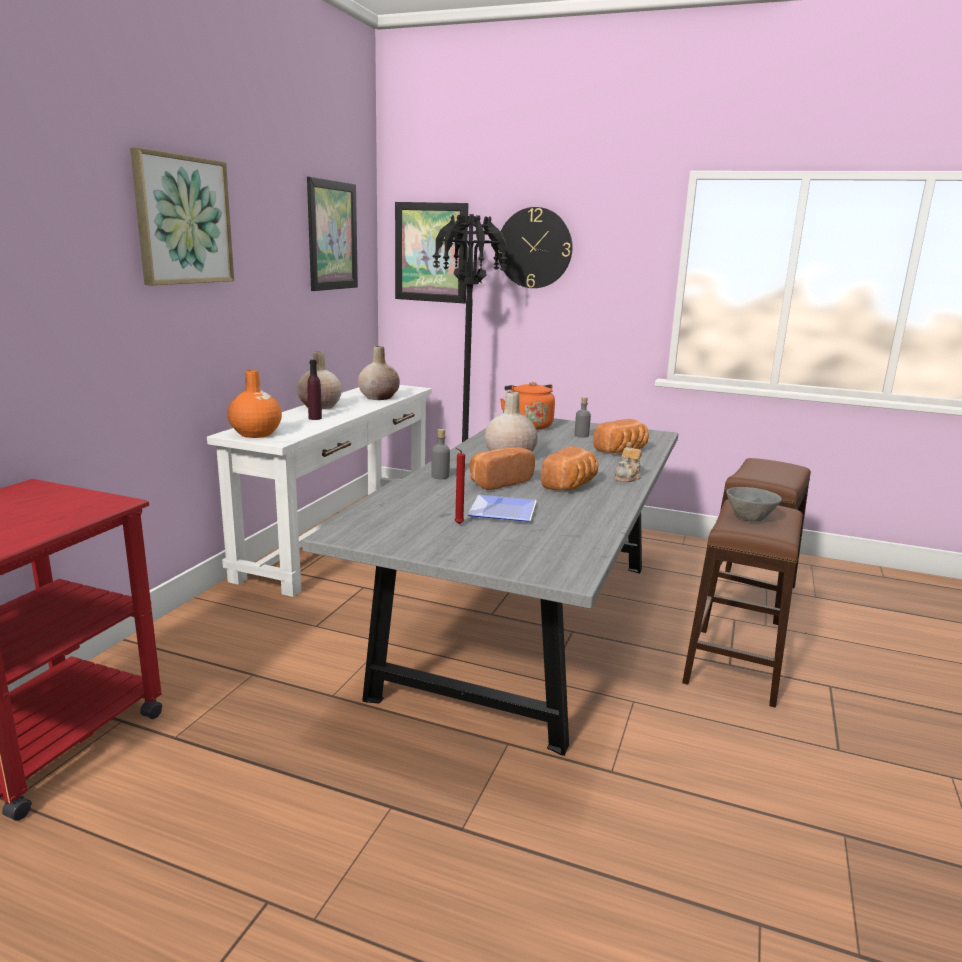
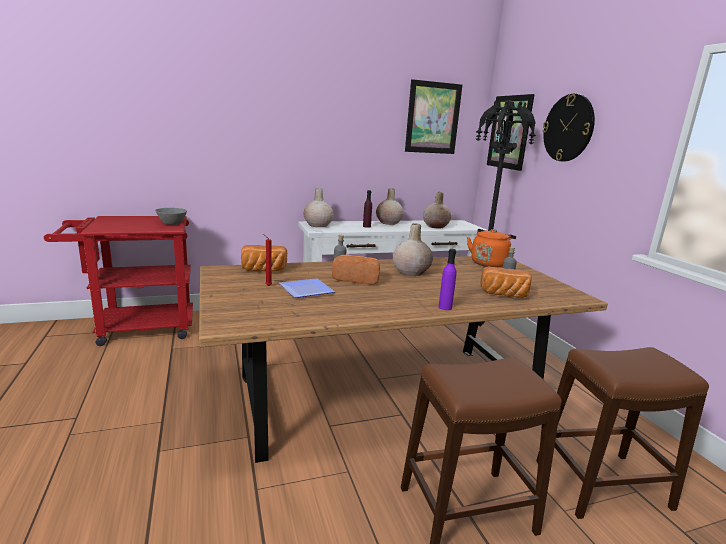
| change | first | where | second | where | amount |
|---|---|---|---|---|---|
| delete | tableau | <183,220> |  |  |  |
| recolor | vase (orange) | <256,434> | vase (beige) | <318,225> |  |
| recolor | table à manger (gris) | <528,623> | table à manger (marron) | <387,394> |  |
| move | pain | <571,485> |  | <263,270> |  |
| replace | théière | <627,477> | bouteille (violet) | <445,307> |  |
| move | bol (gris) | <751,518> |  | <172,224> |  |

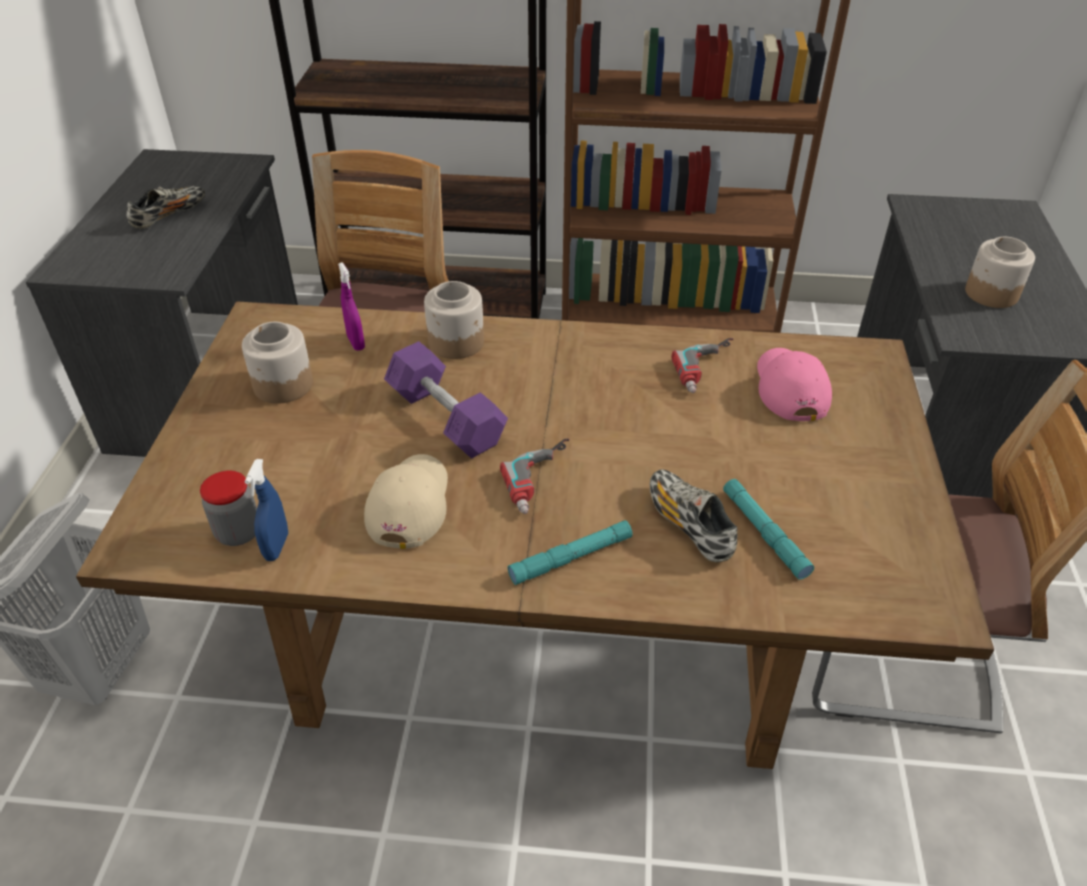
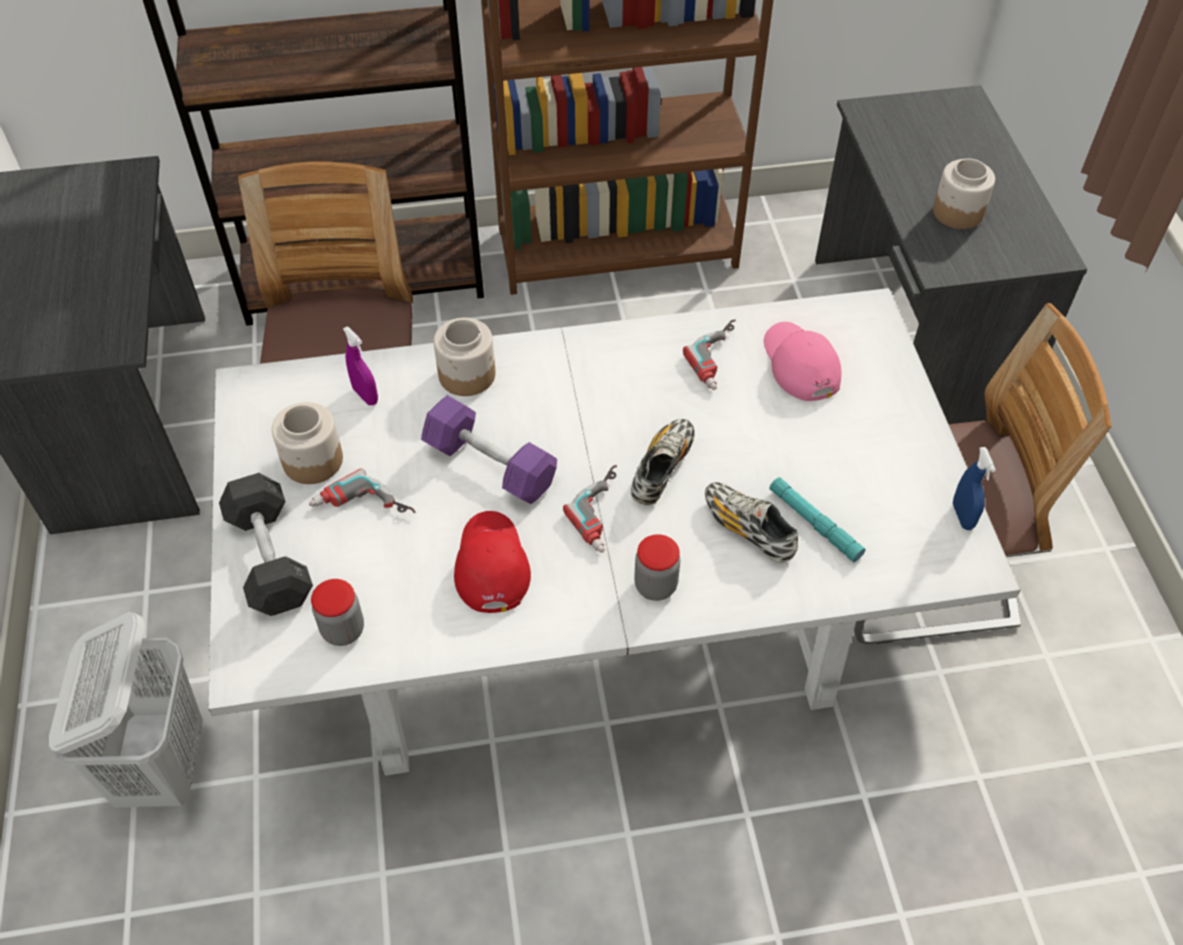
| change | first | where | second | where | amount |
|---|---|---|---|---|---|
| recolor | table à manger (marron) | <540,631> | table à manger (blanc) | <588,626> |  |
| move | chaussure | <169,215> |  | <662,469> |  |
| move | vaporisateur (bleu) | <276,547> |  | <962,516> |  |
| recolor | casquette (beige) | <409,504> | casquette (rouge) | <490,564> |  |
| replace | lampe de poche (turquoise) | <571,558> | bocal | <655,585> |  |
| insert |  |  | haltère (gris) | <270,558> |  |
| insert |  |  | perceuse | <362,511> |  |

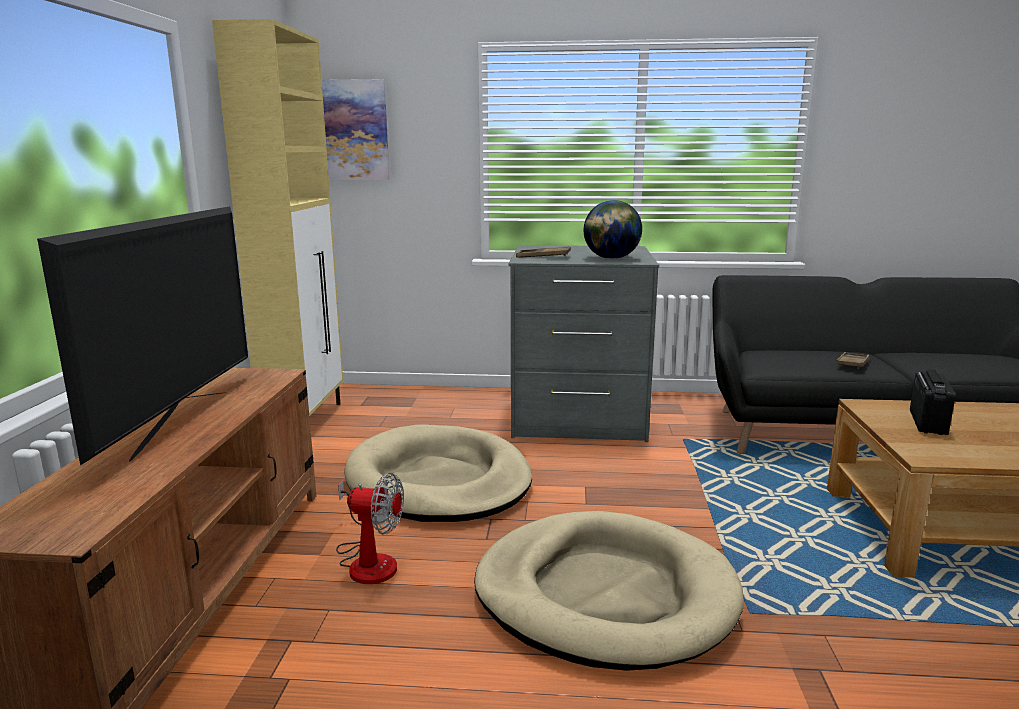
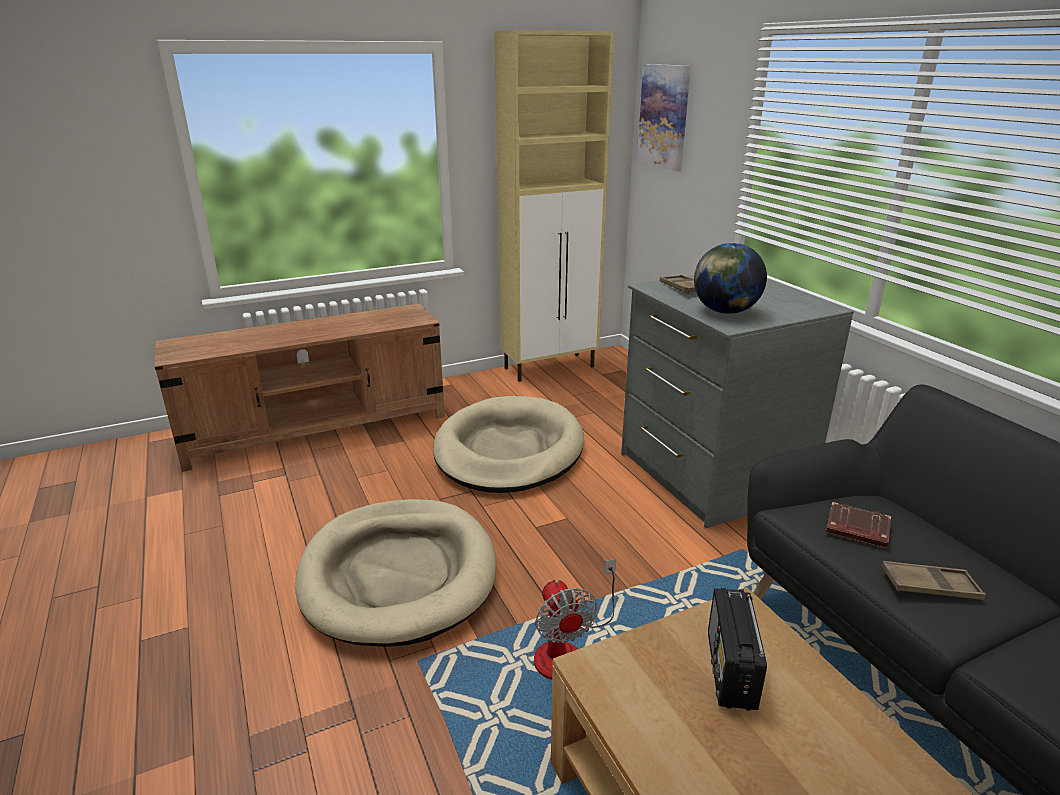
| change | first | where | second | where | amount |
|---|---|---|---|---|---|
| delete | téléviseur | <181,422> |  |  |  |
| move | ventilateur | <368,560> |  | <568,649> |  |
| rotate | radio | <927,422> |  | <730,671> | 105 degrees clockwise |
| insert |  |  | livre (marron) | <856,530> |  |

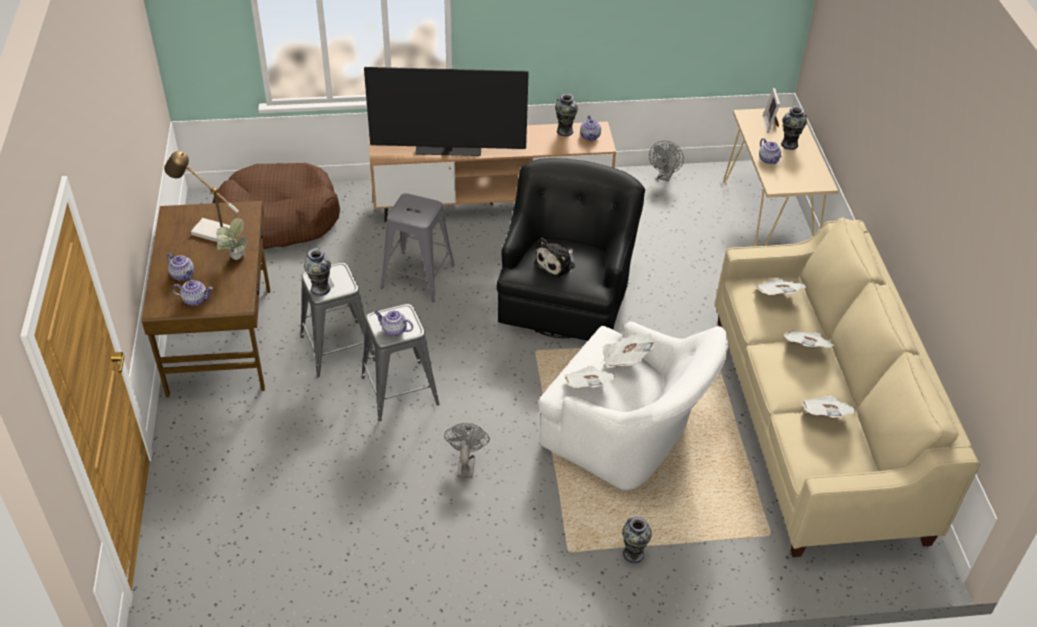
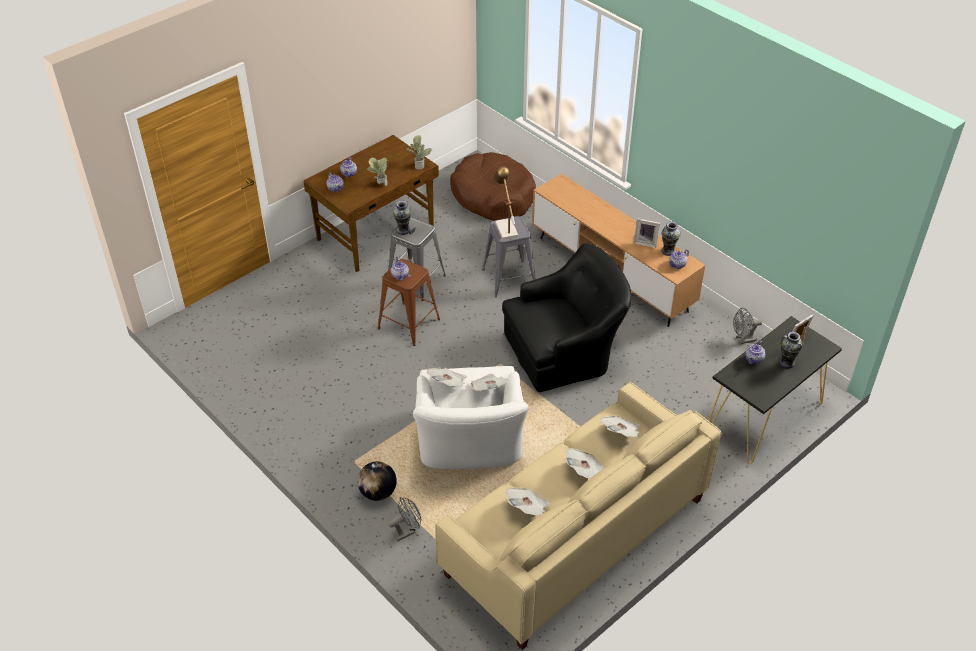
| change | first | where | second | where | amount |
|---|---|---|---|---|---|
| move | lampe de table | <208,231> |  | <505,227> |  |
| recolor | tabouret (gris) | <400,390> | tabouret (marron) | <409,324> |  |
| delete | téléviseur | <448,151> |  |  |  |
| move | ventilateur (gris) | <466,464> |  | <406,531> |  |
| delete | peluche | <557,264> |  |  |  |
| replace | vase | <633,554> | globe | <378,493> |  |
| recolor | table console (beige) | <768,219> | table console (noir) | <763,417> |  |
| insert |  |  | plante en pot | <419,165> |  |
| insert |  |  | cadre photo | <645,242> |  |

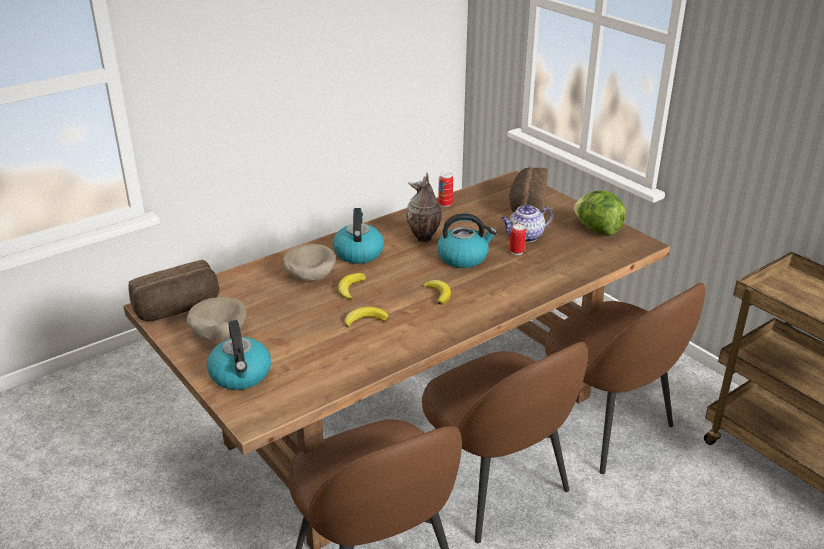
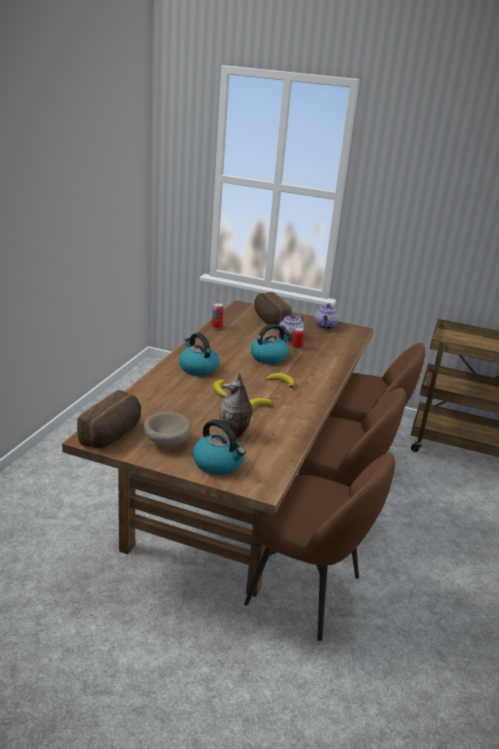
| change | first | where | second | where | amount |
|---|---|---|---|---|---|
| delete | bol (beige) | <309,277> |  |  |  |
| move | vase | <423,238> |  | <234,434> |  |
| replace | laitue | <597,230> | théière | <325,326> |  |

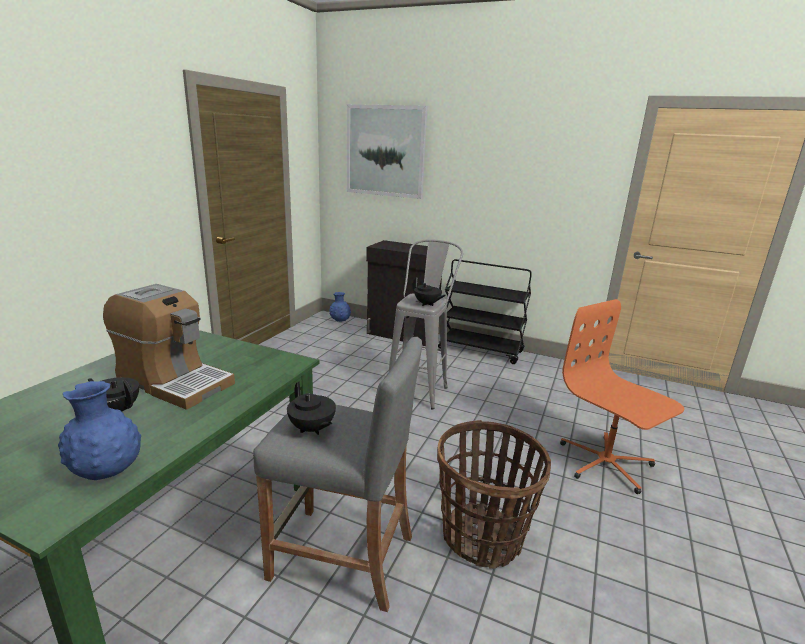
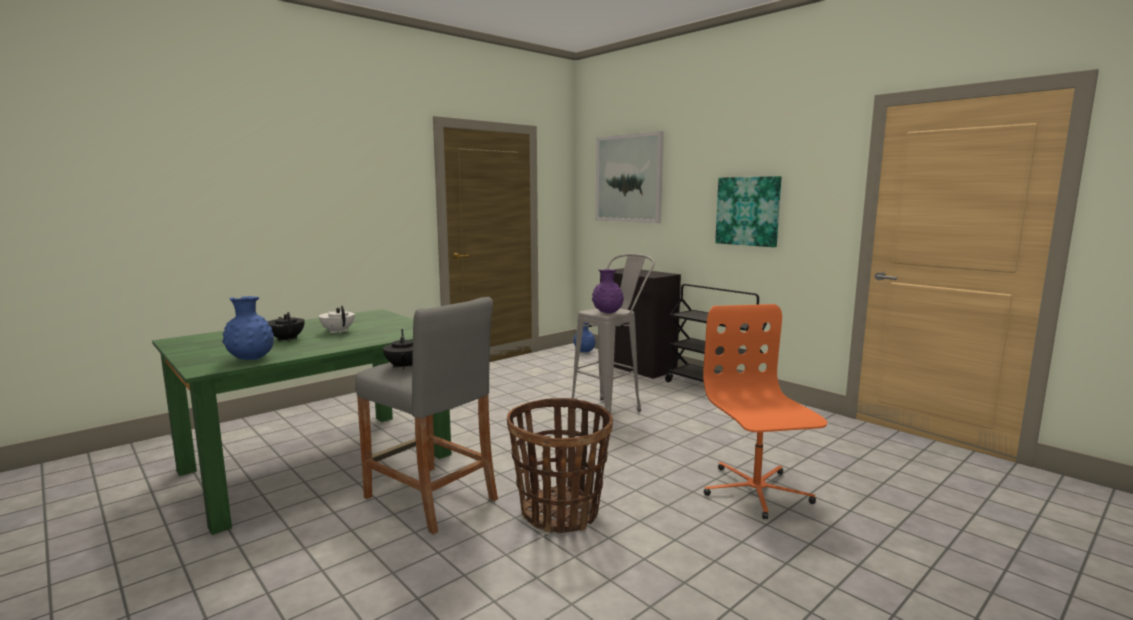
| change | first | where | second | where | amount |
|---|---|---|---|---|---|
| replace | machine à café | <174,382> | théière (blanc) | <338,331> |  |
| replace | théière (noir) | <427,304> | vase (violet) | <607,313> |  |
| insert |  |  | tableau | <748,211> |  |

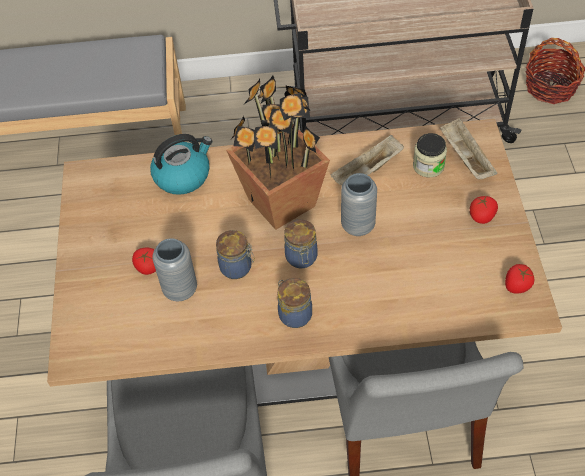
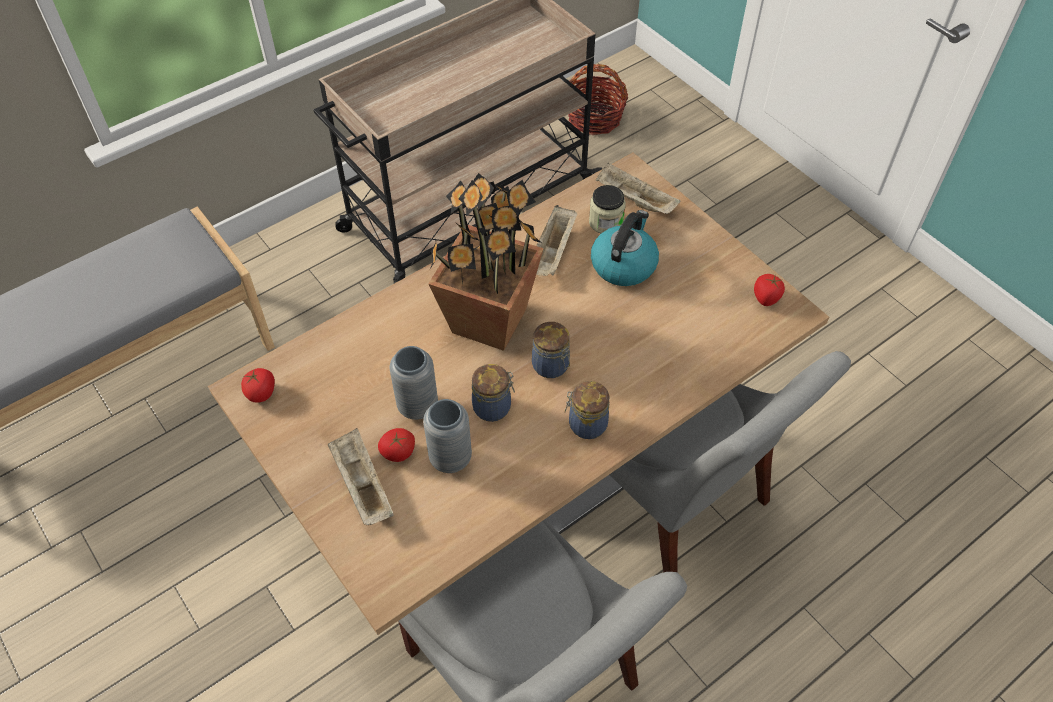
| change | first | where | second | where | amount |
|---|---|---|---|---|---|
| move | bouilloire | <183,175> |  | <623,264> |  |
| move | vase (gris) | <358,226> |  | <417,406> |  |
| move | tomate | <482,216> |  | <261,393> |  |
| insert |  |  | plateau (beige) | <362,485> |  |

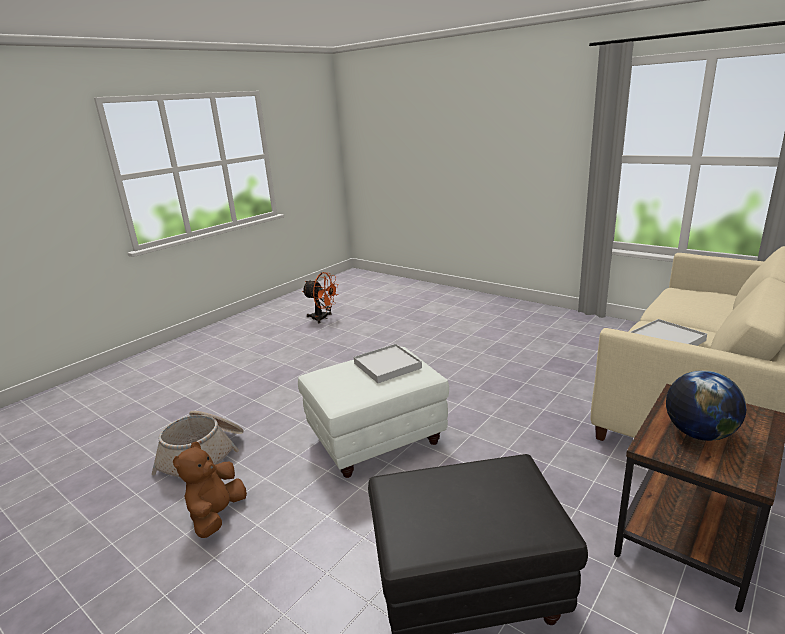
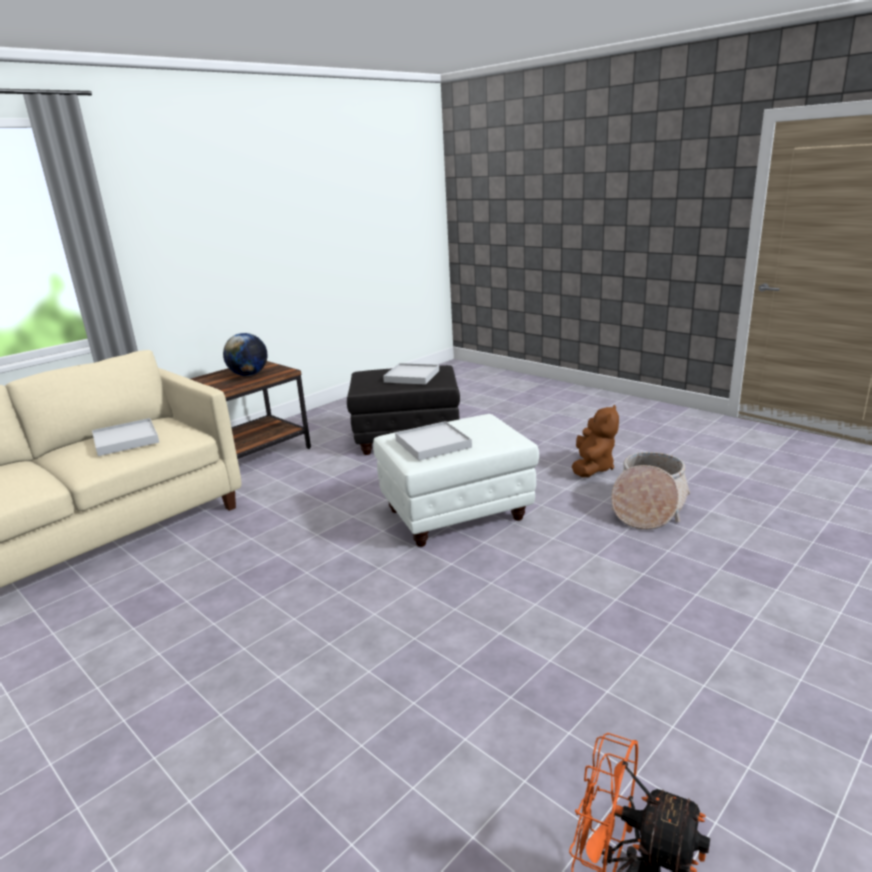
| change | first | where | second | where | amount |
|---|---|---|---|---|---|
| insert |  |  | plateau (blanc) | <411,376> |  |

